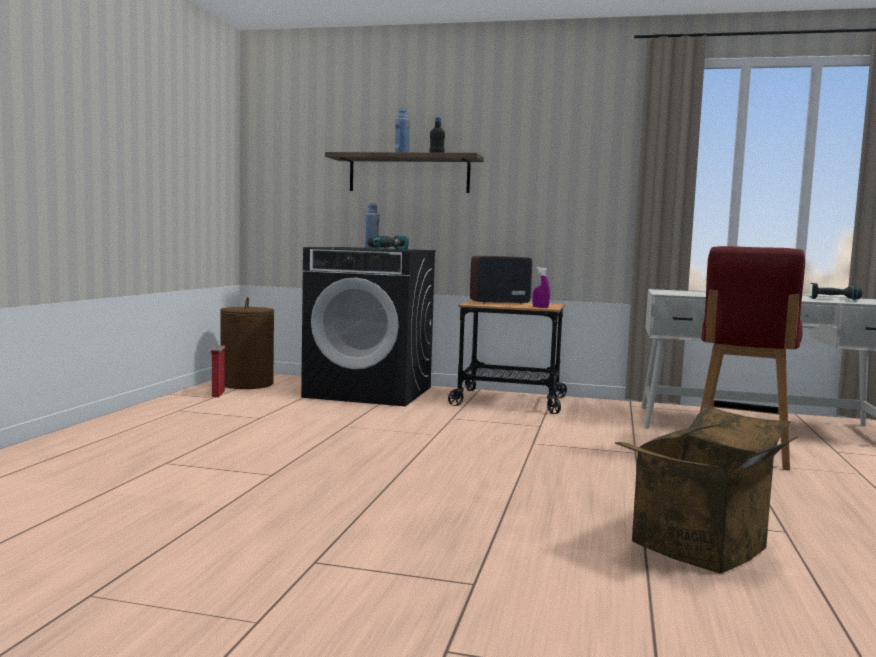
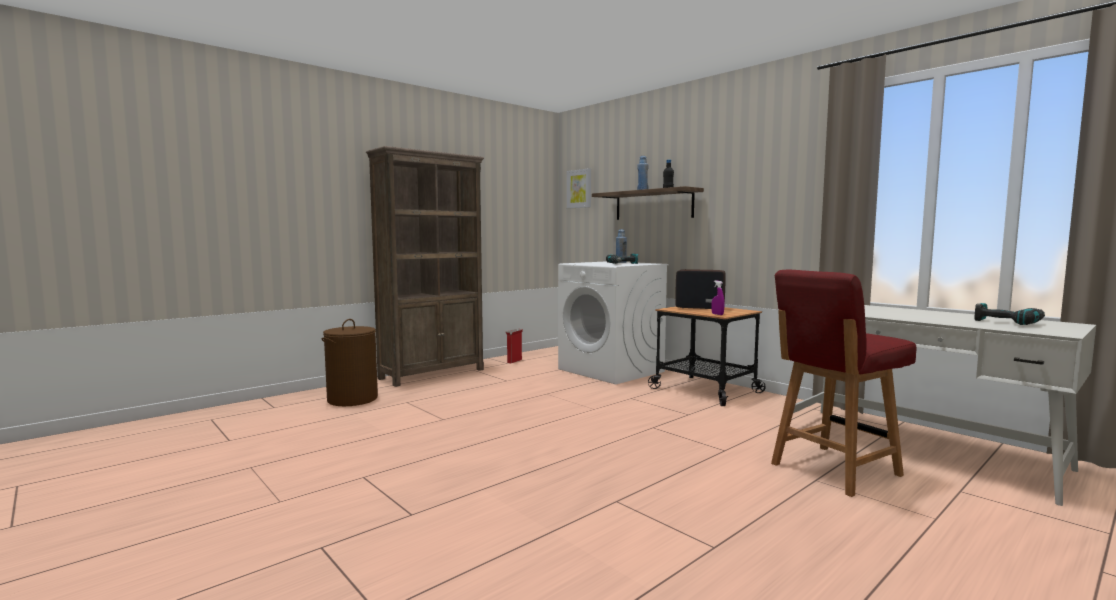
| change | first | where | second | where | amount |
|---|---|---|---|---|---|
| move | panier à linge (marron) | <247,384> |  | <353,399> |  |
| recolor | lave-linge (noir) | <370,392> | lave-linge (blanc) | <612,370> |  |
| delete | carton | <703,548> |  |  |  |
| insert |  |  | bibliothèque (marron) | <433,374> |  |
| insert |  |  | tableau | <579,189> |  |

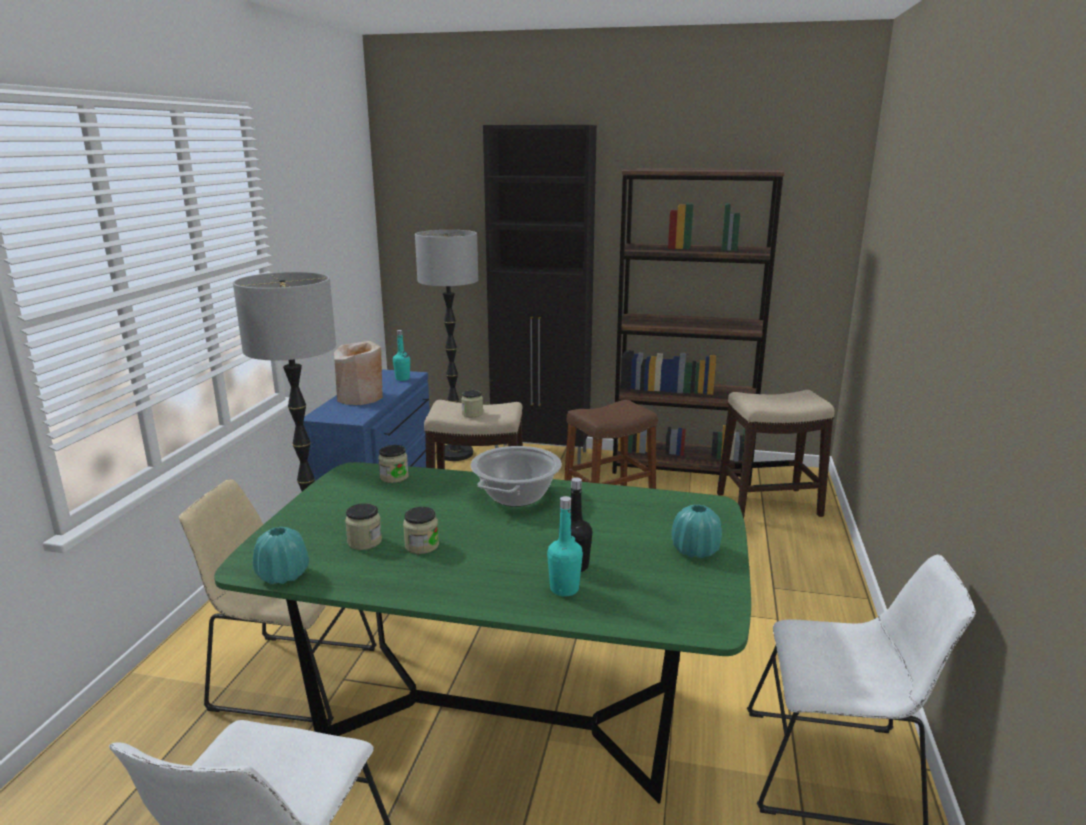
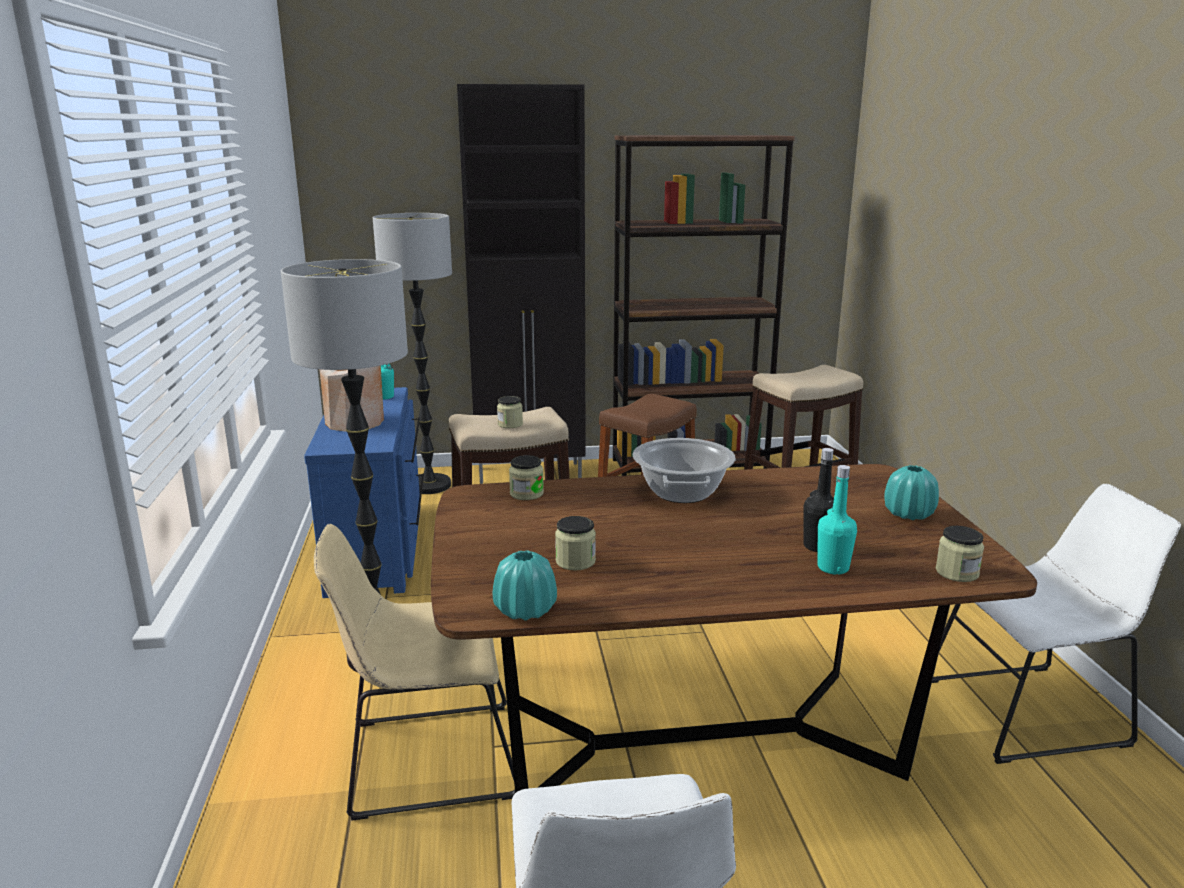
| change | first | where | second | where | amount |
|---|---|---|---|---|---|
| recolor | table à manger (vert) | <501,716> | table à manger (marron) | <697,740> |  |
| move | bocal | <422,545> |  | <957,572> |  |

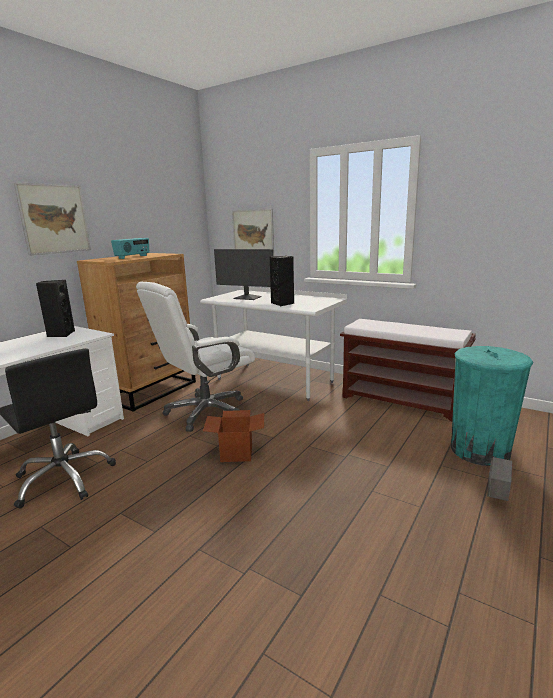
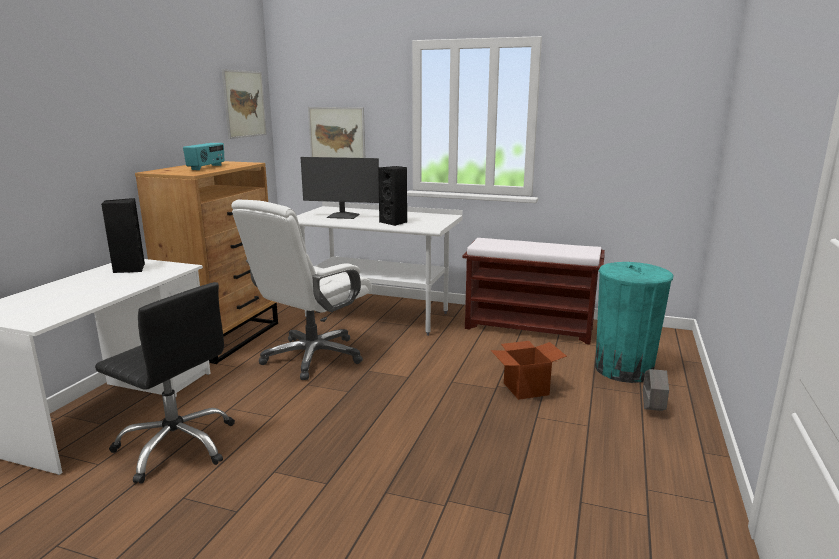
| change | first | where | second | where | amount |
|---|---|---|---|---|---|
| move | tableau | <54,219> |  | <244,104> |  |
| move | carton | <237,453> |  | <526,389> |  |

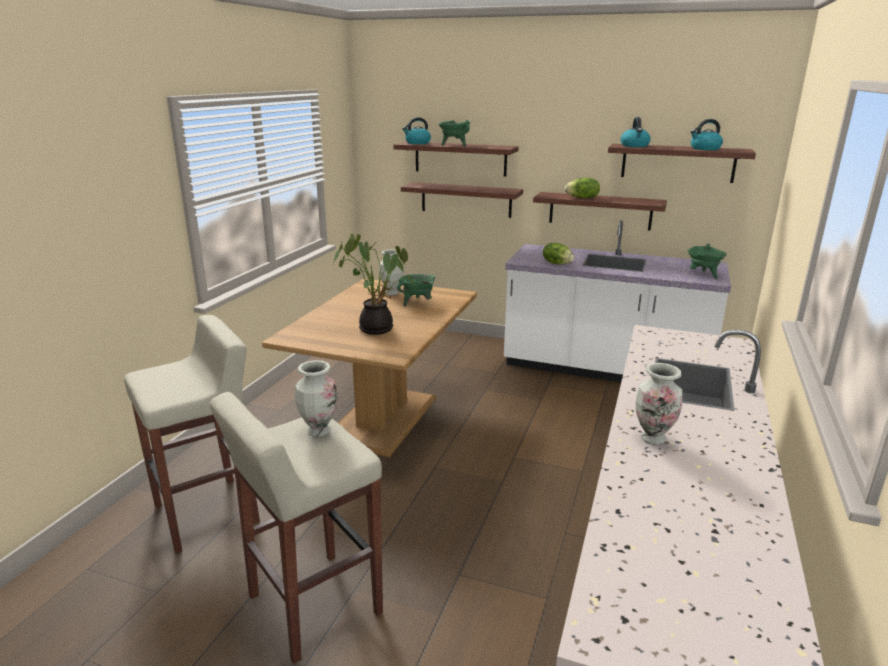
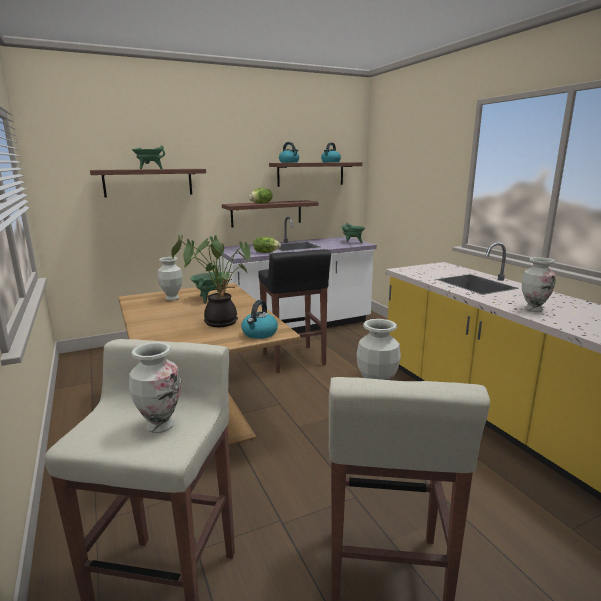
| change | first | where | second | where | amount |
|---|---|---|---|---|---|
| delete | étagère | <466,199> |  |  |  |
| move | bouilloire | <417,143> |  | <259,333> |  |
| insert |  |  | vase | <160,425> |  |
| insert |  |  | tabouret (noir) | <294,359> |  |

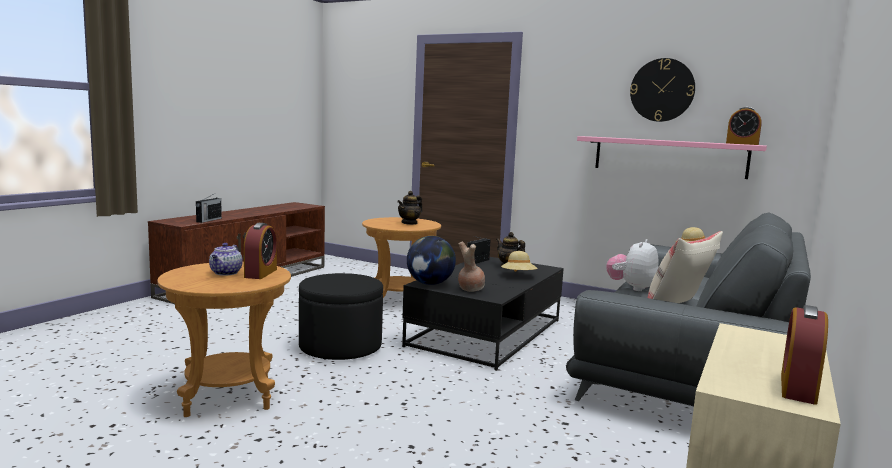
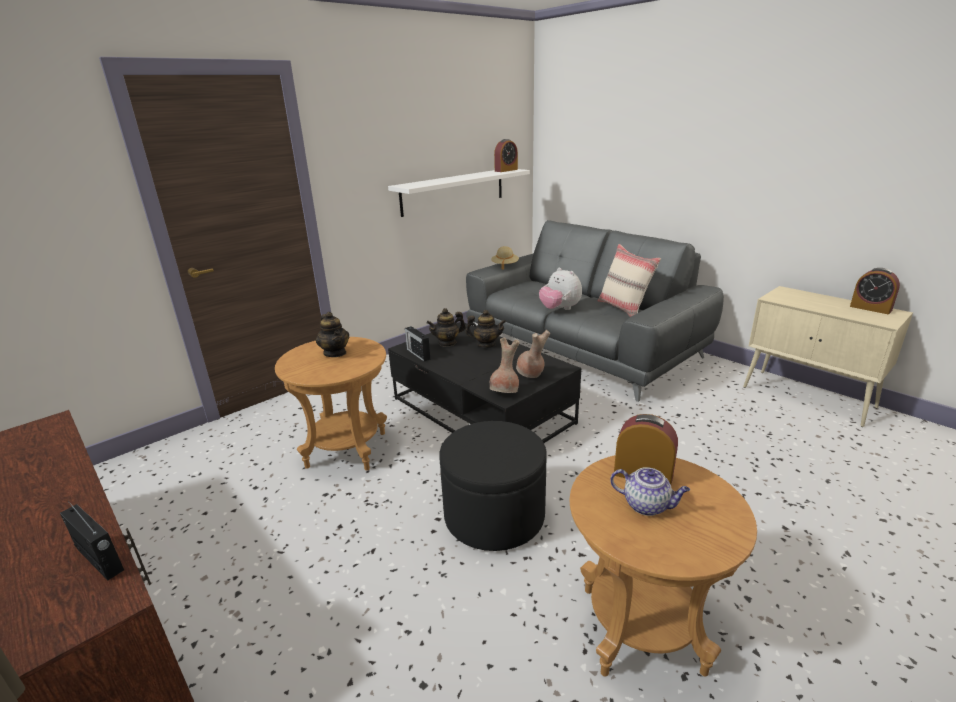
| change | first | where | second | where | amount |
|---|---|---|---|---|---|
| replace | globe | <430,284> | vase (marron) | <505,392> |  |
| replace | chapeau (beige) | <518,276> | théière | <486,344> |  |
| recolor | étagère (rose) | <669,157> | étagère (blanc) | <453,191> |  |
| delete | horloge murale | <662,90> |  |  |  |

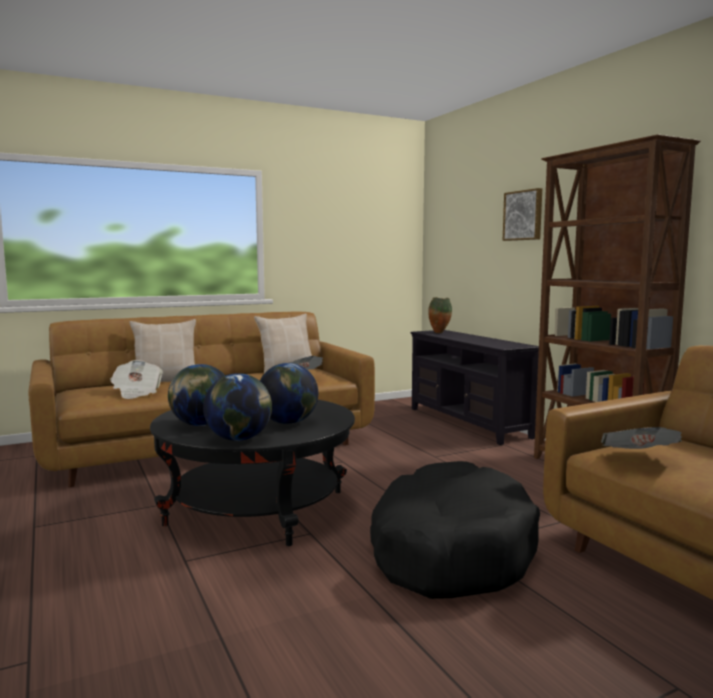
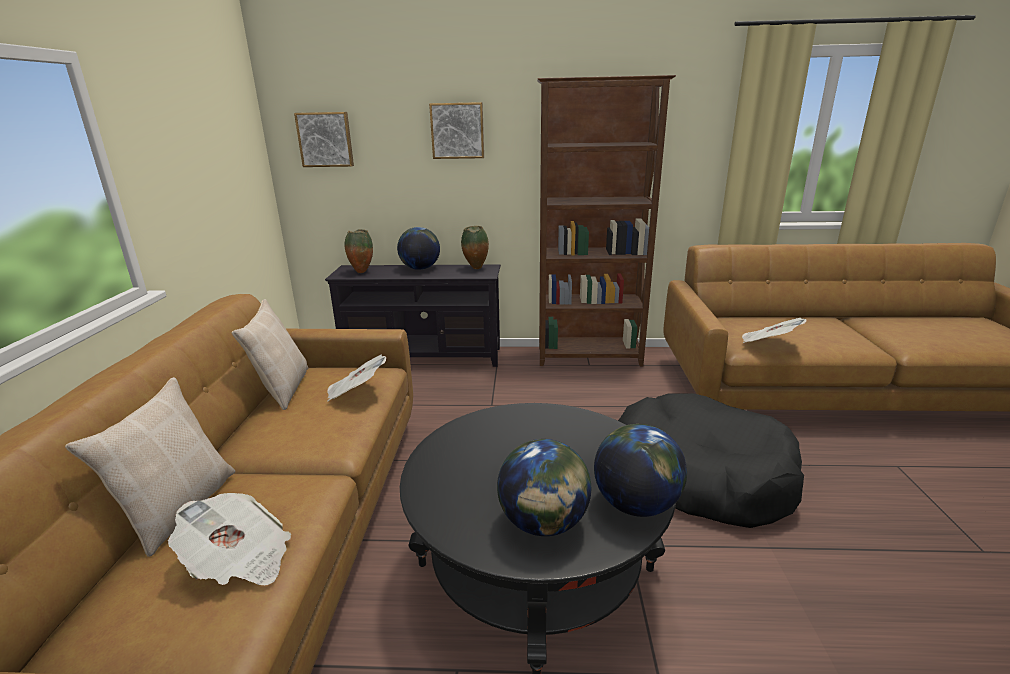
| change | first | where | second | where | amount |
|---|---|---|---|---|---|
| move | globe | <288,422> |  | <420,268> |  |
| insert |  |  | tableau | <325,139> |  |
| insert |  |  | vase | <476,269> |  |

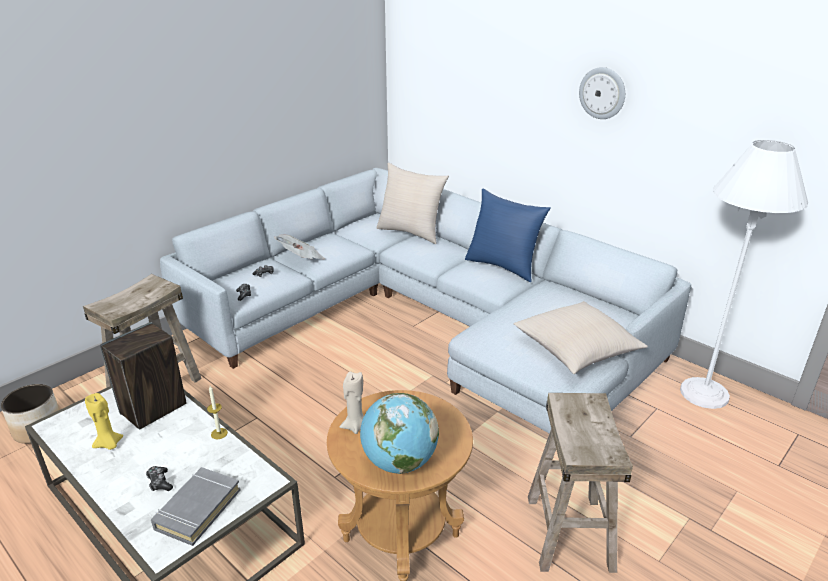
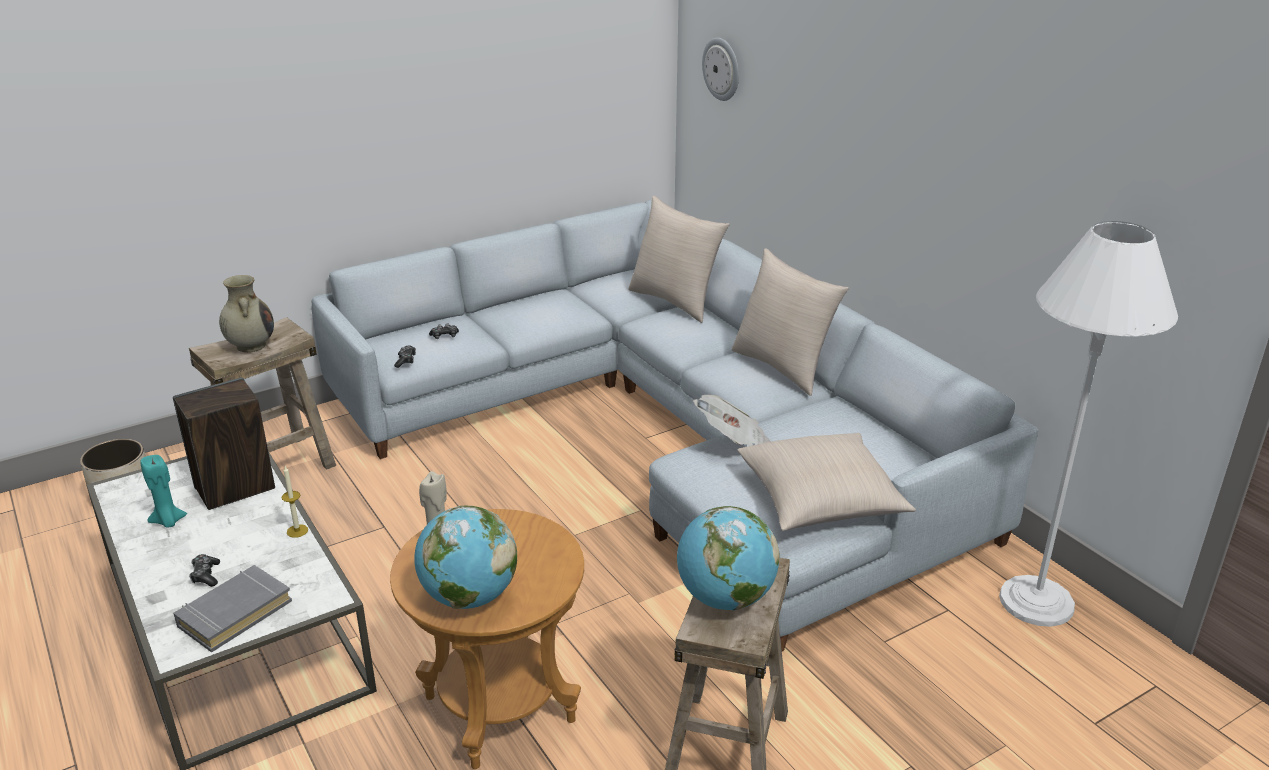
| change | first | where | second | where | amount |
|---|---|---|---|---|---|
| recolor | bougie (jaune) | <109,444> | bougie (turquoise) | <168,521> |  |
| move | journal | <301,259> |  | <734,441> |  |
| recolor | coussin (bleu) | <503,266> | coussin (beige) | <783,367> |  |
| move | horloge murale | <602,93> |  | <722,69> |  |
| insert |  |  | vase (beige) | <251,345> |  |
| insert |  |  | globe | <725,598> |  |

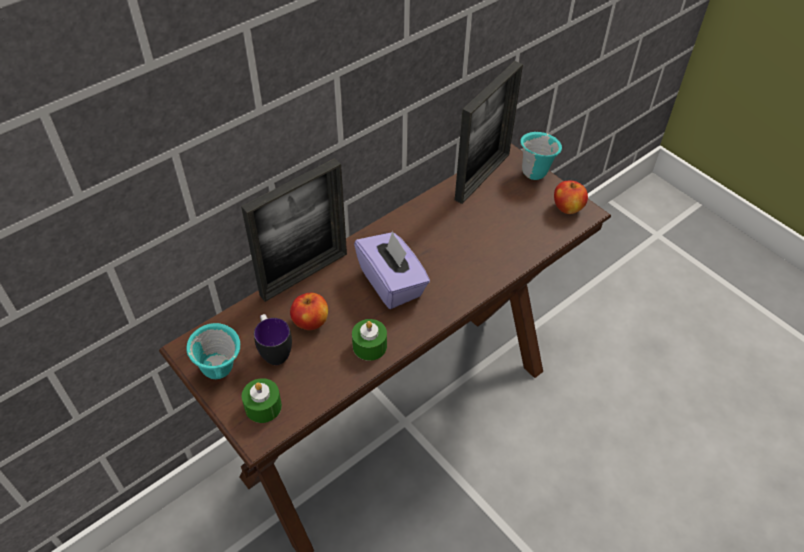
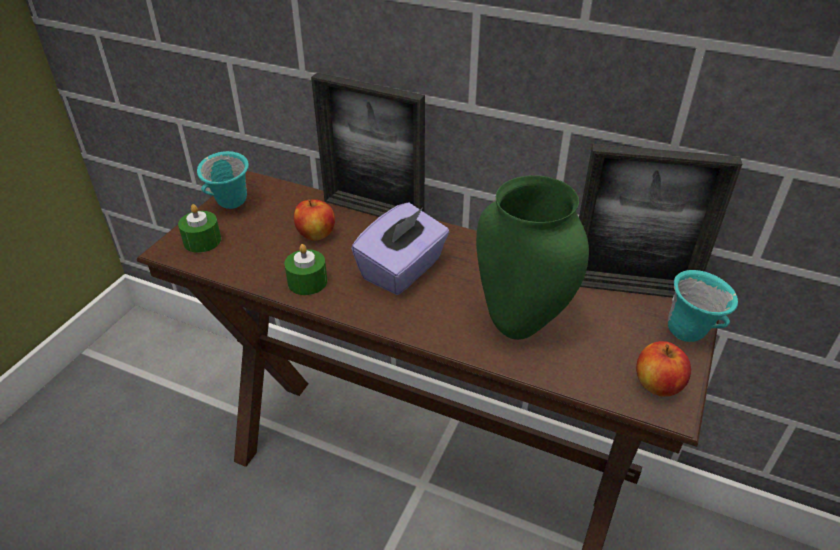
| change | first | where | second | where | amount |
|---|---|---|---|---|---|
| delete | mug | <274,351> |  |  |  |
| insert |  |  | vase (vert) | <521,324> |  |

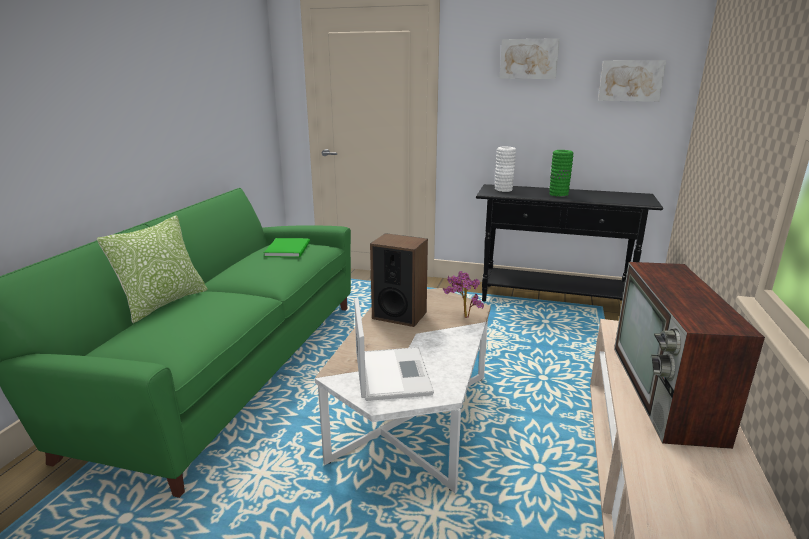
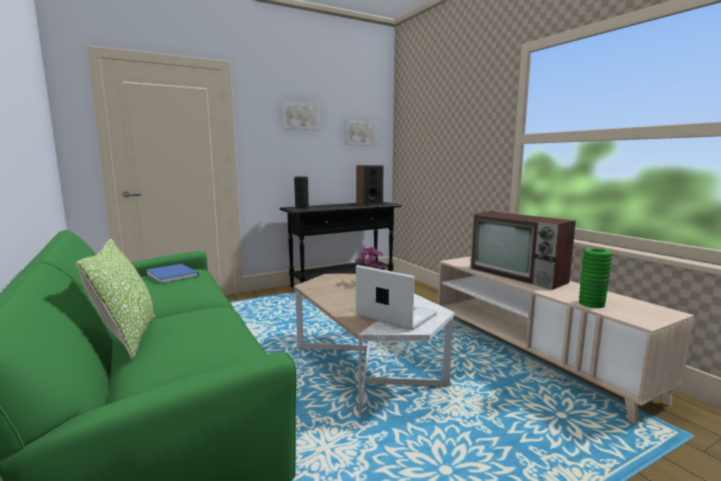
| change | first | where | second | where | amount |
|---|---|---|---|---|---|
| recolor | livre (vert) | <289,249> | livre (bleu) | <173,274> |  |
| move | enceinte | <399,315> |  | <369,204> |  |
| recolor | vase (blanc) | <503,189> | vase (noir) | <301,208> |  |
| move | vase (vert) | <558,194> |  | <591,304> |  |

